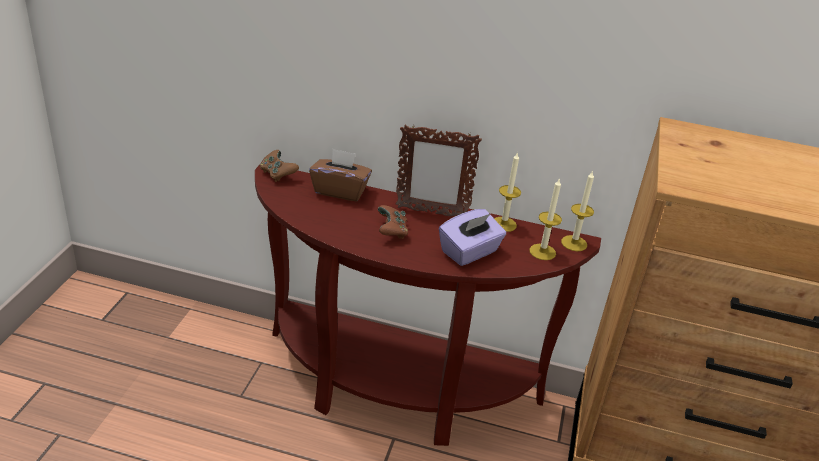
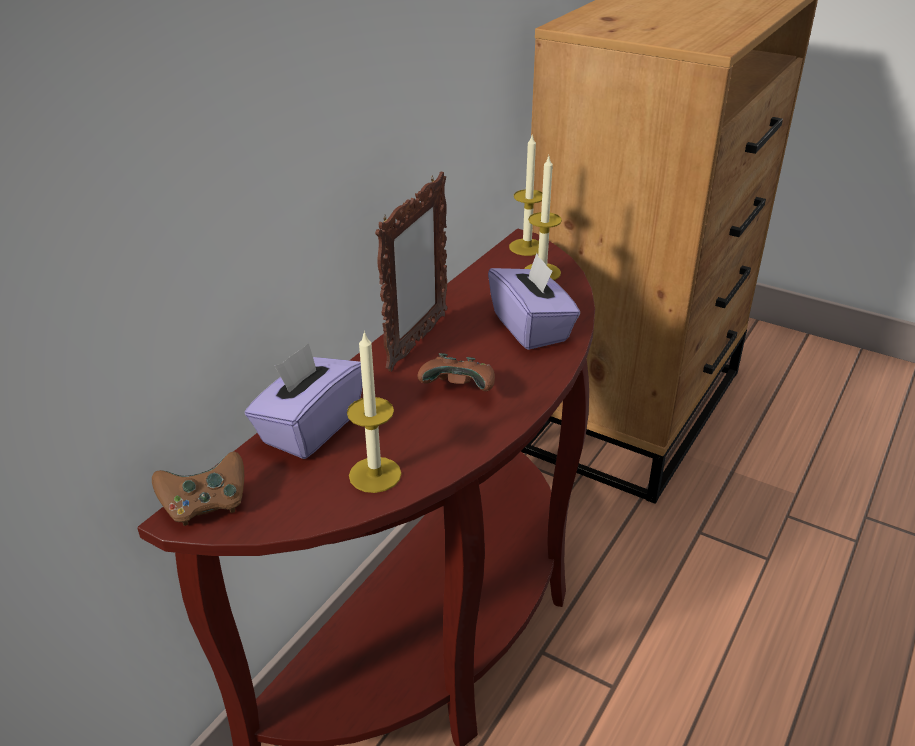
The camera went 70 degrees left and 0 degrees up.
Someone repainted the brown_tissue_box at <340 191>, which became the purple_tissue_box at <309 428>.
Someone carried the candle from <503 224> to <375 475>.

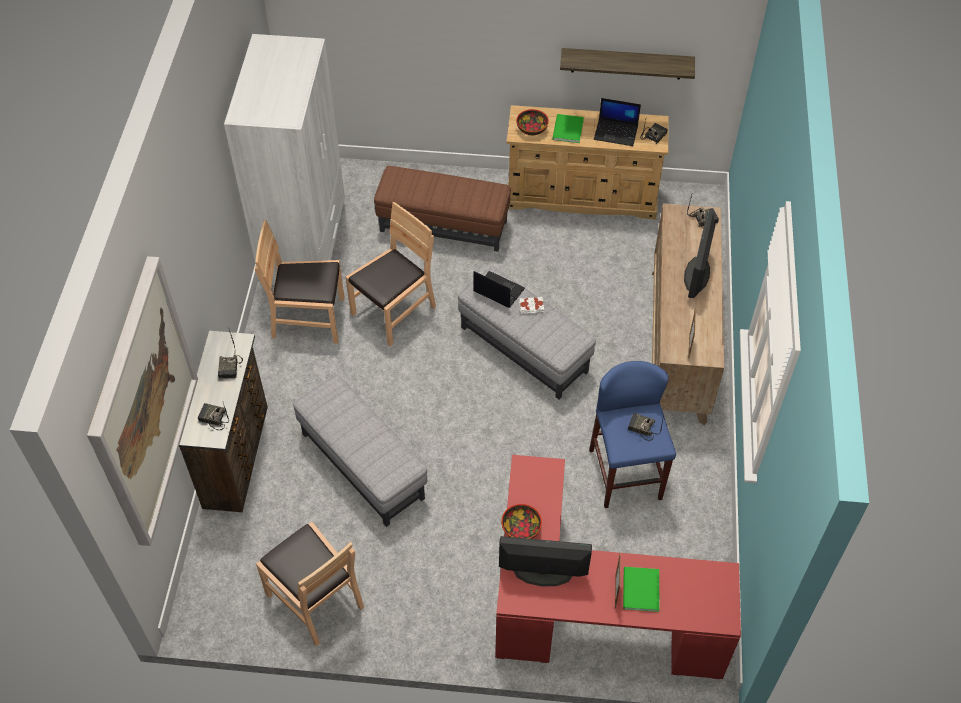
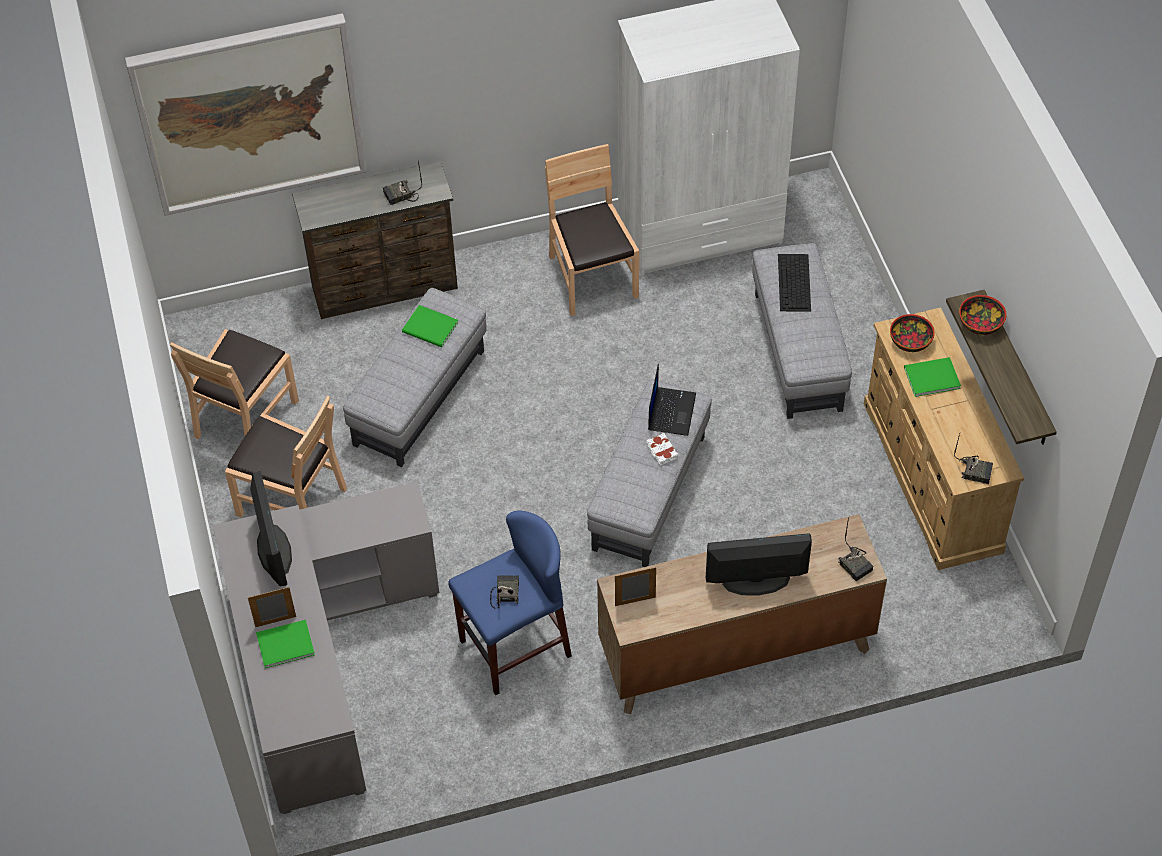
The camera went 70 degrees right and 0 degrees up.
Someone took away the laptop at <616 132>.
Someone repainted the brown_ottoman at <443 226>, which became the grey_ottoman at <798 351>.
Someone carried the brown_chair from <394 311> to <292 500>.
Someone took away the radio at <213 419>.
Someone repainted the red_desk at <587 612>, which became the grey_desk at <319 662>.
Someone carried the bowl from <521 529> to <980 323>.
Someone put down the keyboard at <794 283>.
Someone put down the green_book at <431 329>.

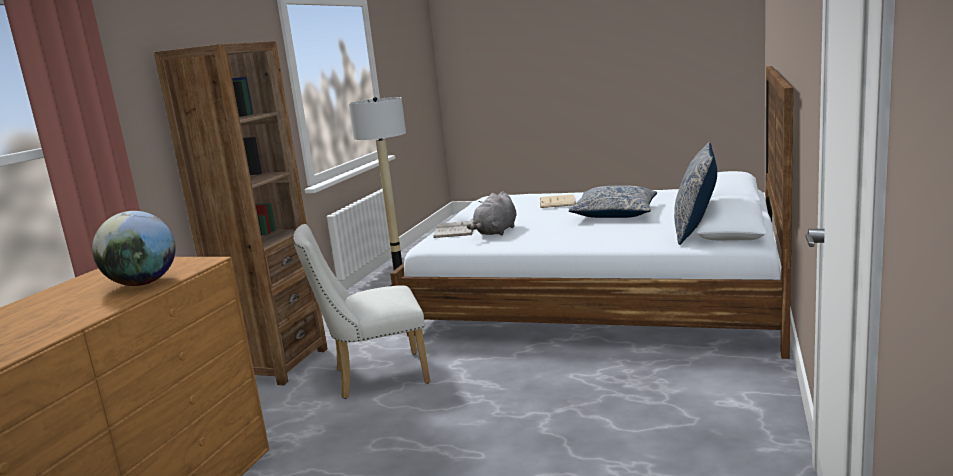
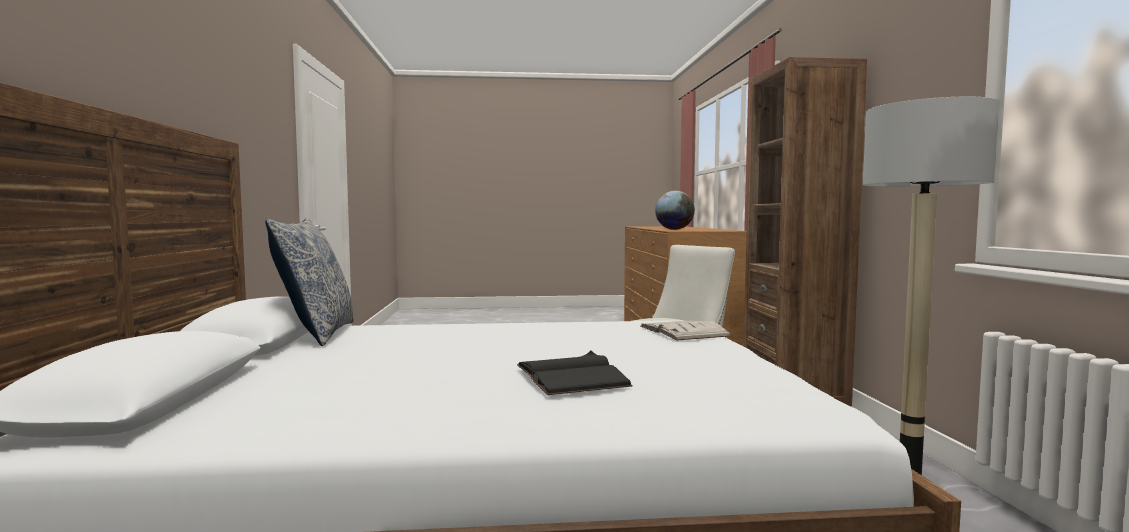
The camera went 155 degrees right and 10 degrees down.
Someone took away the pillow at <615 213>.
Someone took away the grey_plush_toy at <496 232>.
Someone repainted the beige_book at <557 202>, which became the black_book at <571 375>.

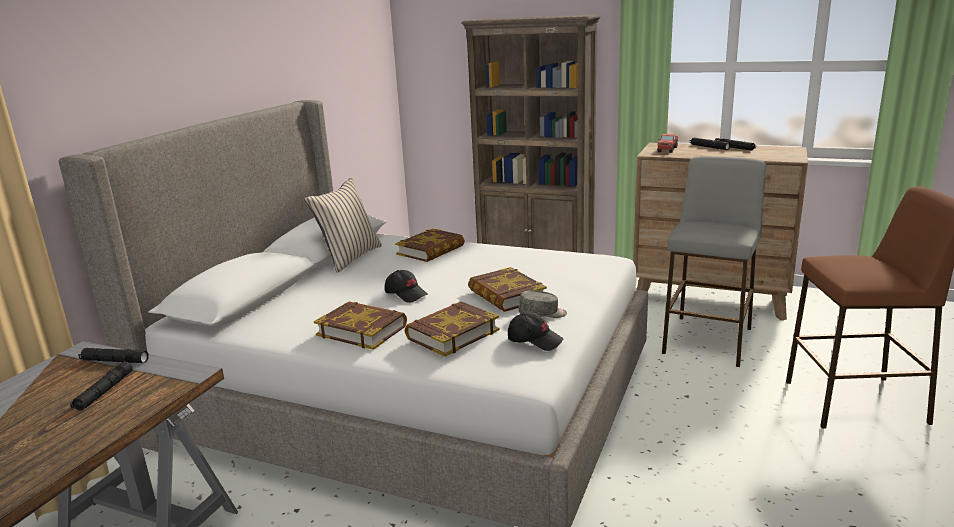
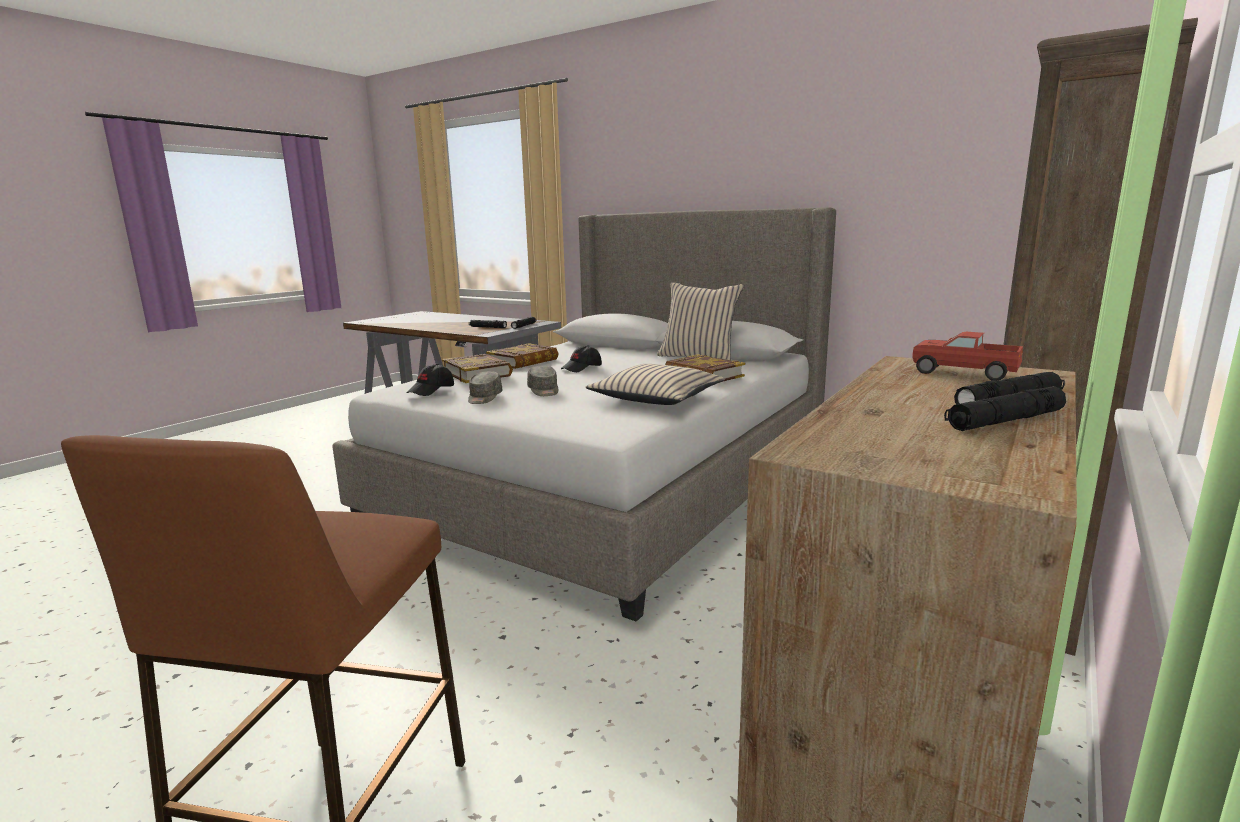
The camera went 100 degrees right and 5 degrees down.
Someone took away the grey_stool at <708 340>.
Someone swapped the book at <506 295> for the grey_cap at <544 391>.
Someone put down the beige_pillow at <656 398>.

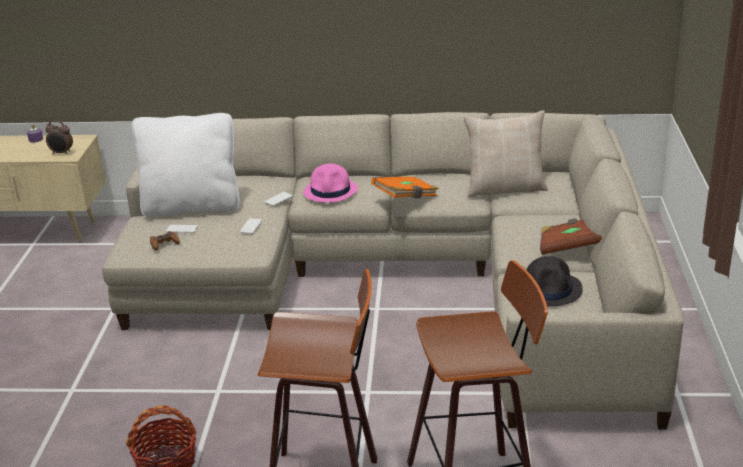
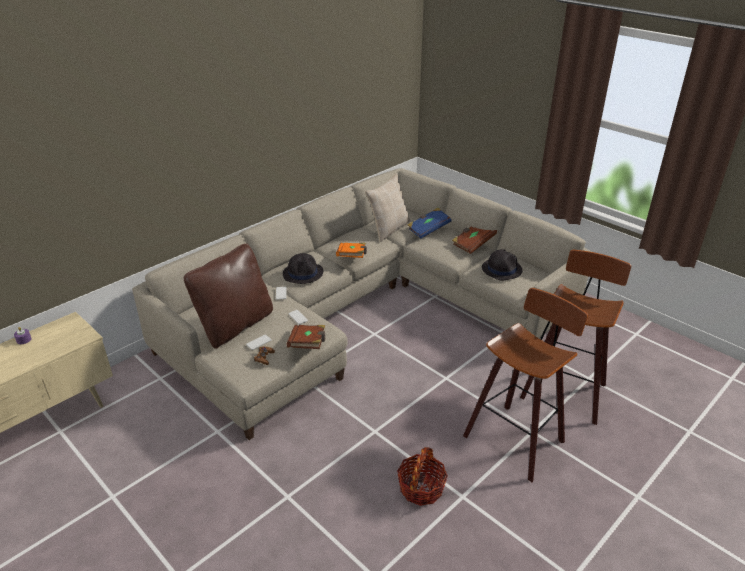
The camera went 50 degrees left and 5 degrees up.
Someone repainted the white_pillow at <192 206>, which became the brown_pillow at <235 325>.
Someone took away the alarm_clock at <61 153>.
Someone repainted the pink_hat at <331 191>, which became the black_hat at <303 273>.
Someone put down the blue_book at <428 230>.
Someone put down the brown_book at <308 344>.

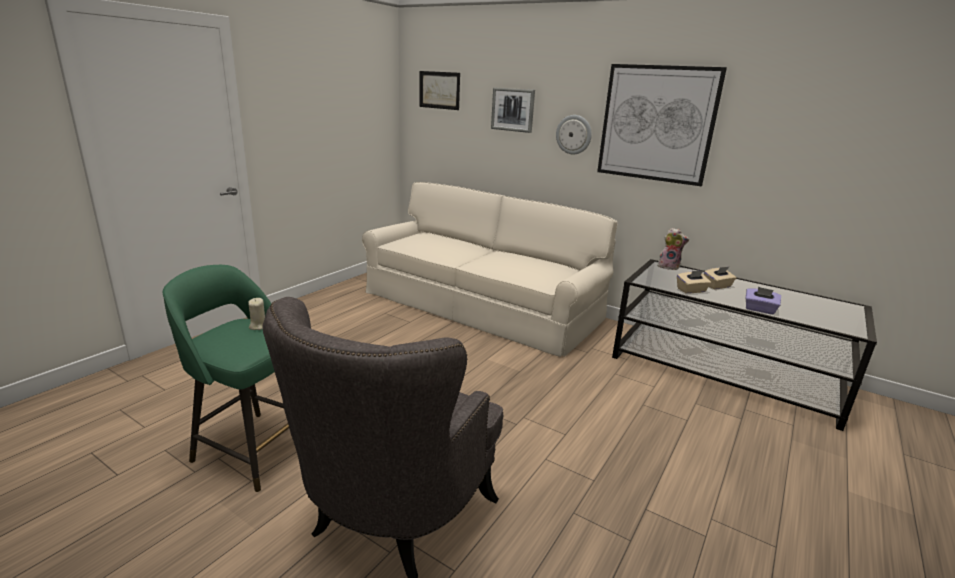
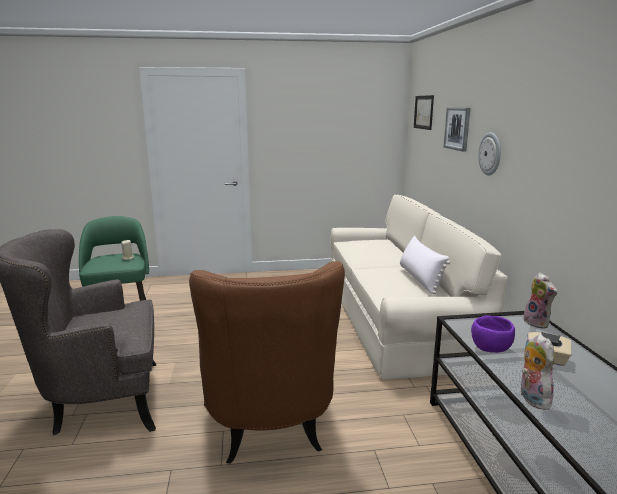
The camera went 50 degrees right and 5 degrees down.
Someone took away the picture at <657 124>.
Someone swapped the beige_tissue_box at <691 290> for the purple_bowl at <492 349>.
Someone swapped the purple_tissue_box at <759 309> for the plush_toy at <531 398>.
Someone put down the white_pillow at <420 279>.
Someone put down the brown_armchair at <270 429>.

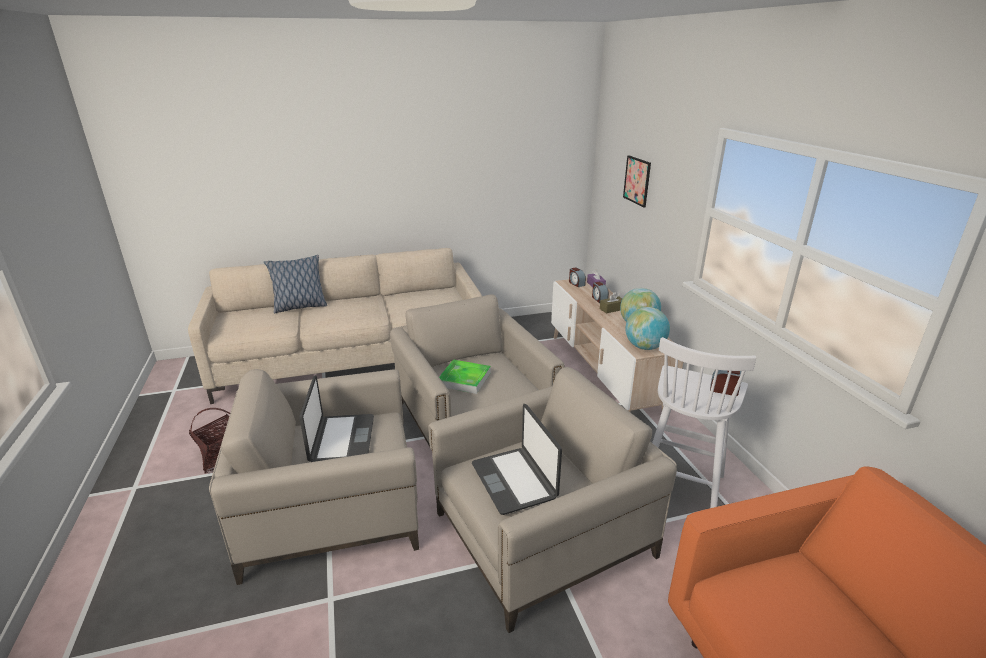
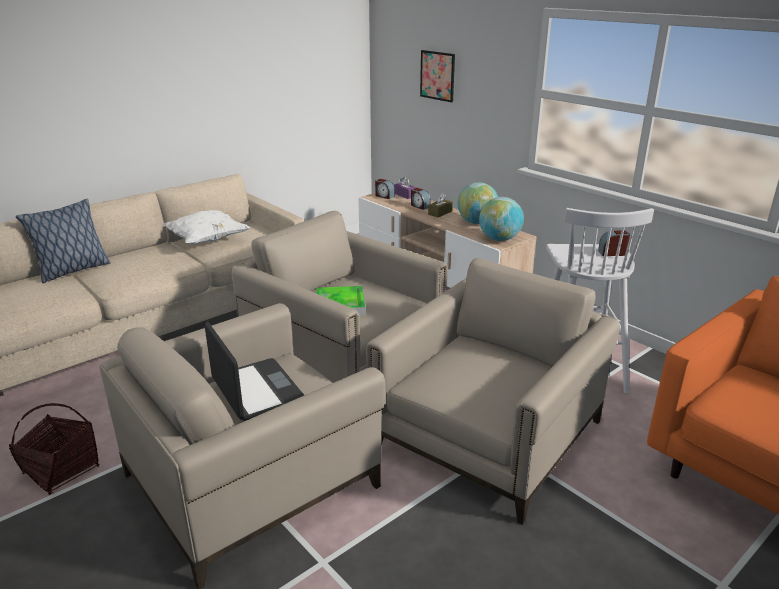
The camera went 25 degrees left and 0 degrees up.
Someone took away the laptop at <514 480>.
Someone put down the white_pillow at <207 240>.

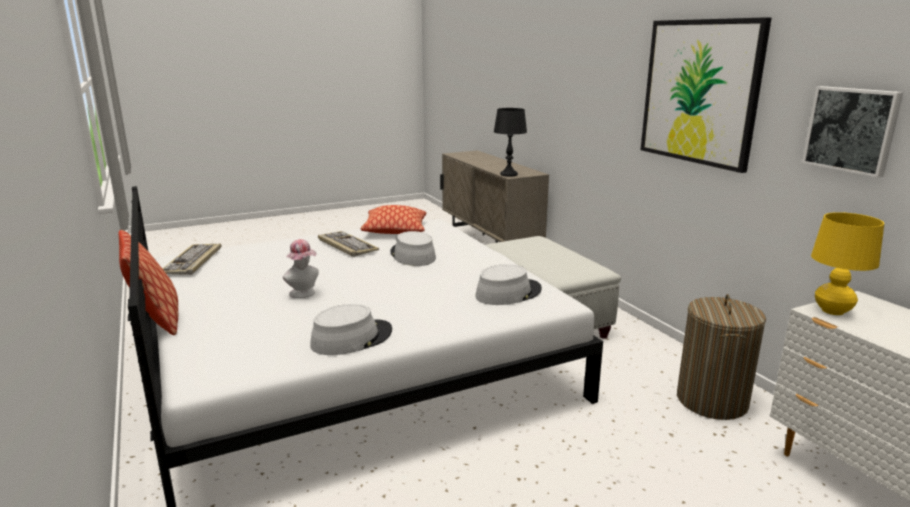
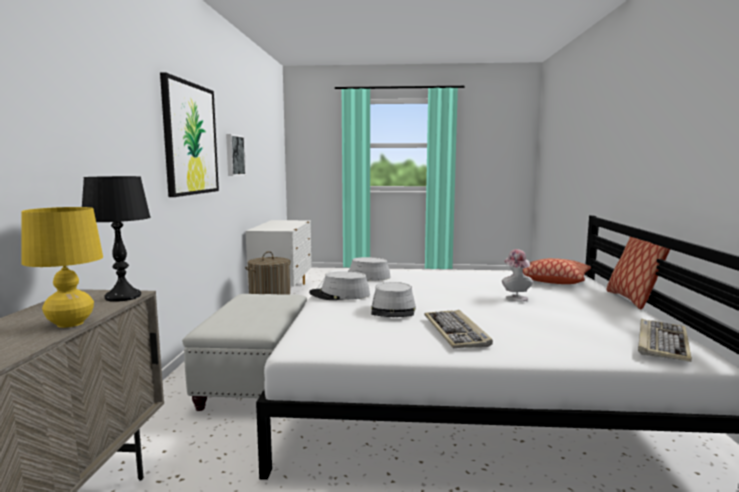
The camera went 150 degrees left and 10 degrees down.
Someone carried the pillow from <395 230> to <554 280>.
Someone carried the yellow_table_lamp from <832 311> to <70 323>.
Someone carried the grey_hat from <351 338> to <339 295>.

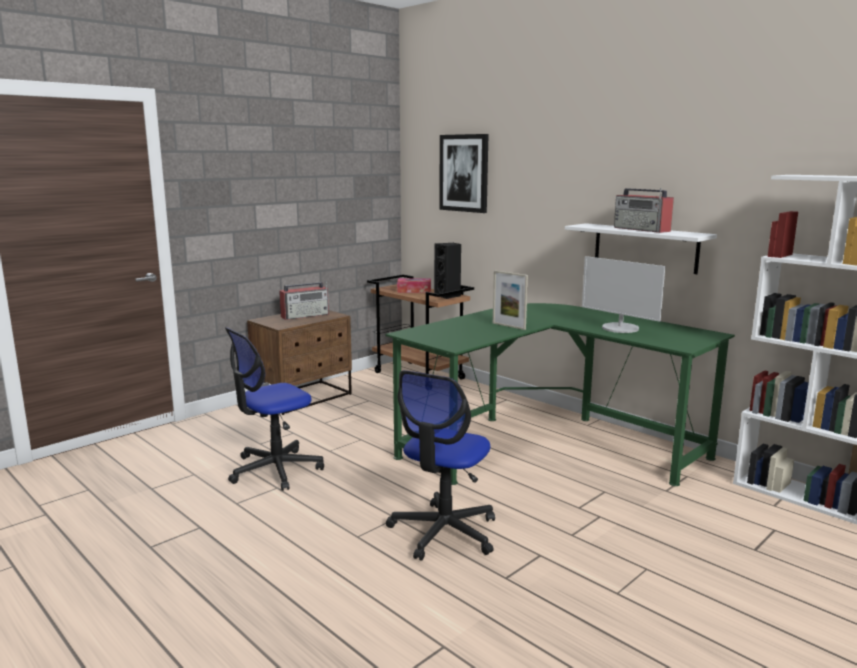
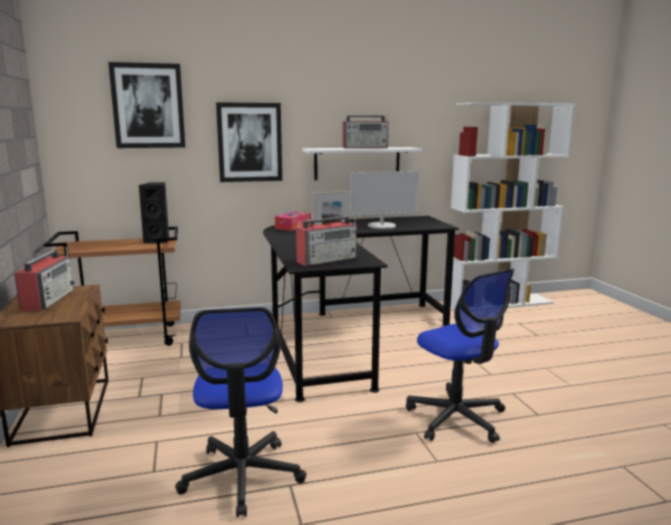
The camera went 60 degrees left and 0 degrees up.
Someone carried the tissue_box from <414 291> to <293 226>.
Someone repainted the green_desk at <547 443>, which became the black_desk at <346 337>.
Someone put up the picture at <249 142>.
Someone put down the radio at <327 260>.

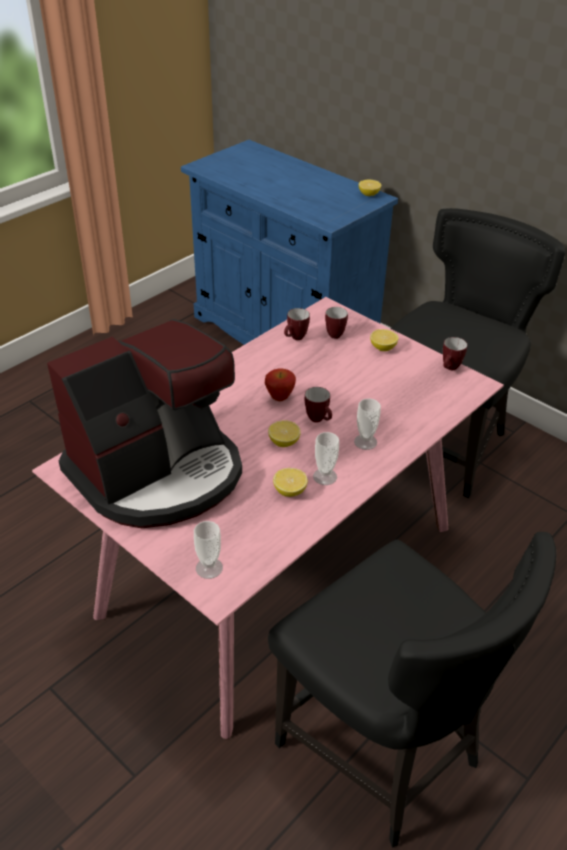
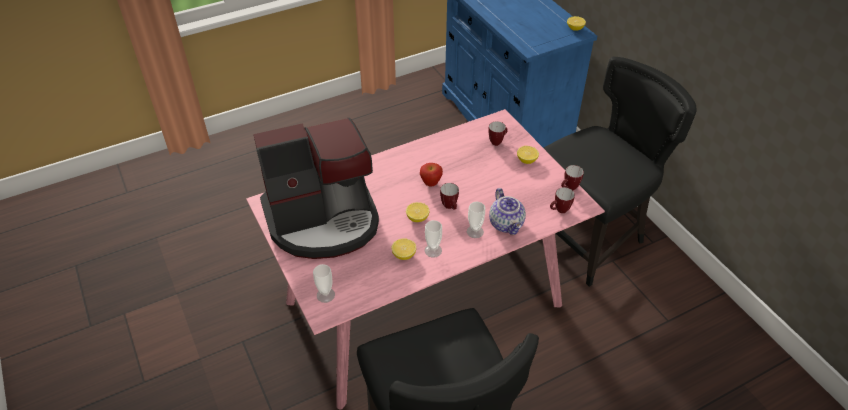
The camera went 20 degrees right and 5 degrees up.
Someone carried the mug from <295 338> to <559 211>.
Someone put down the teapot at <507 224>.

